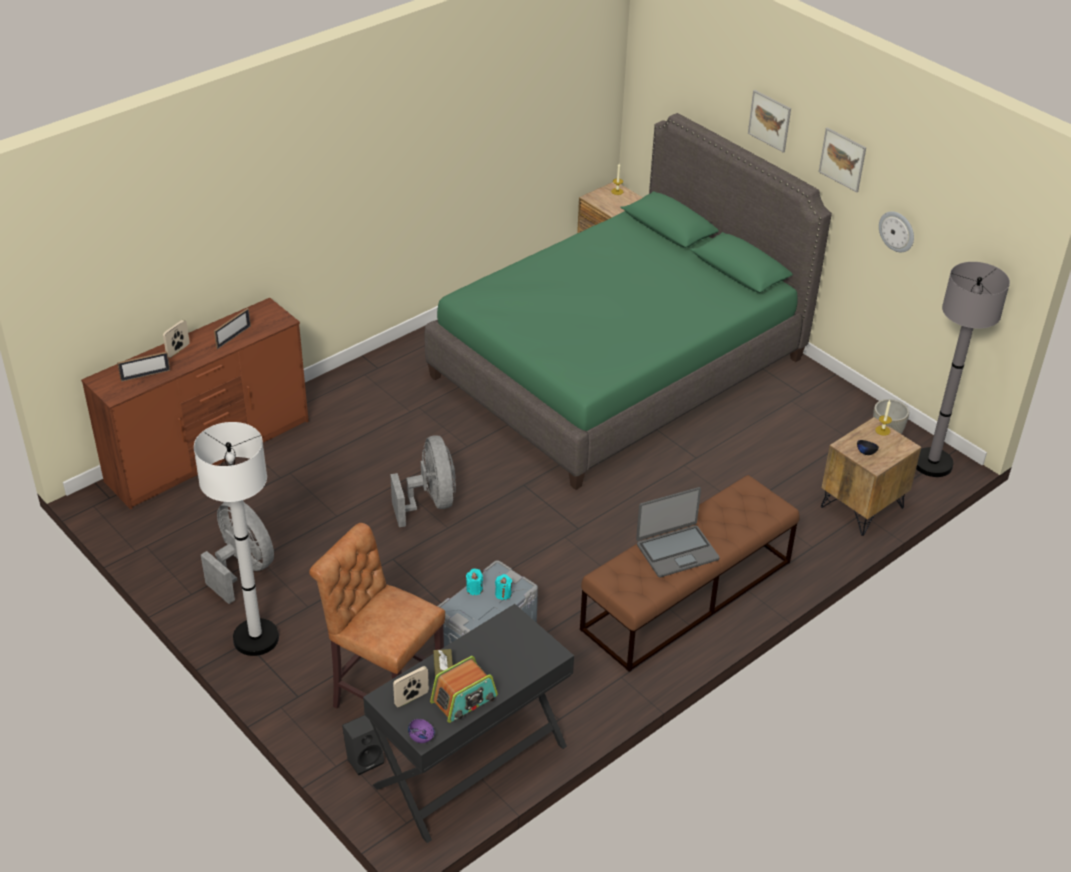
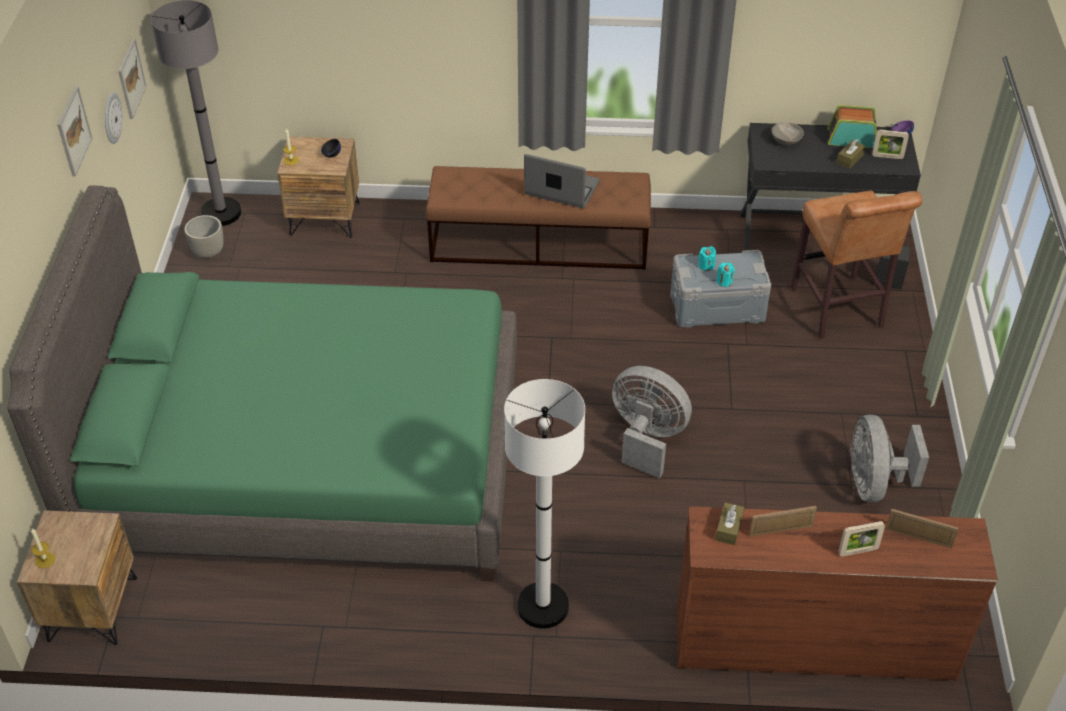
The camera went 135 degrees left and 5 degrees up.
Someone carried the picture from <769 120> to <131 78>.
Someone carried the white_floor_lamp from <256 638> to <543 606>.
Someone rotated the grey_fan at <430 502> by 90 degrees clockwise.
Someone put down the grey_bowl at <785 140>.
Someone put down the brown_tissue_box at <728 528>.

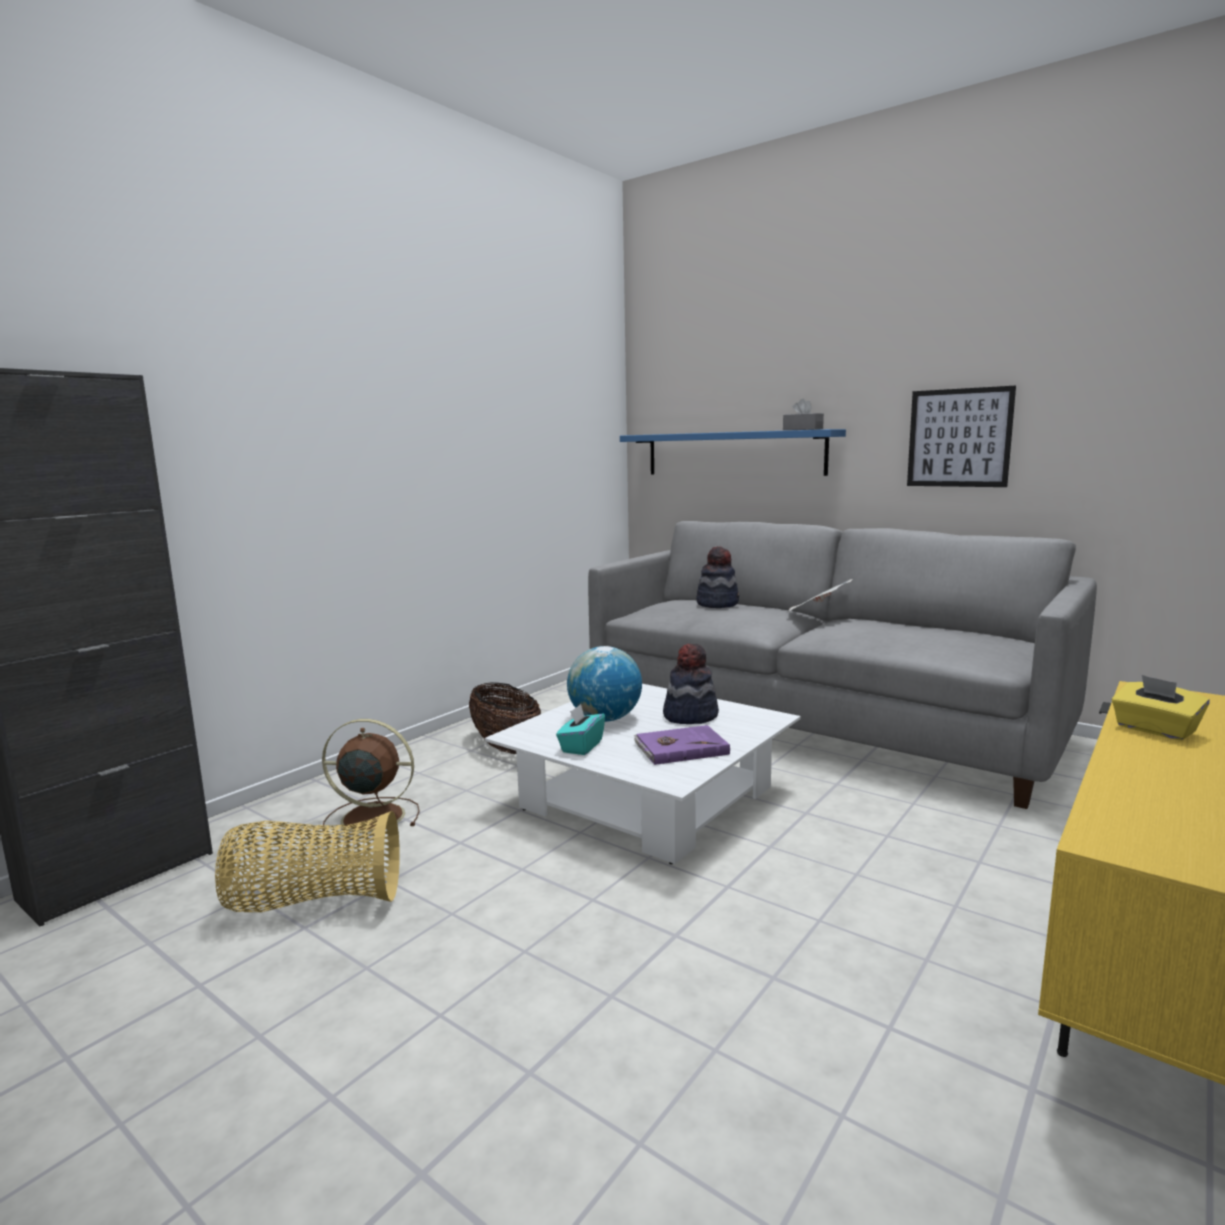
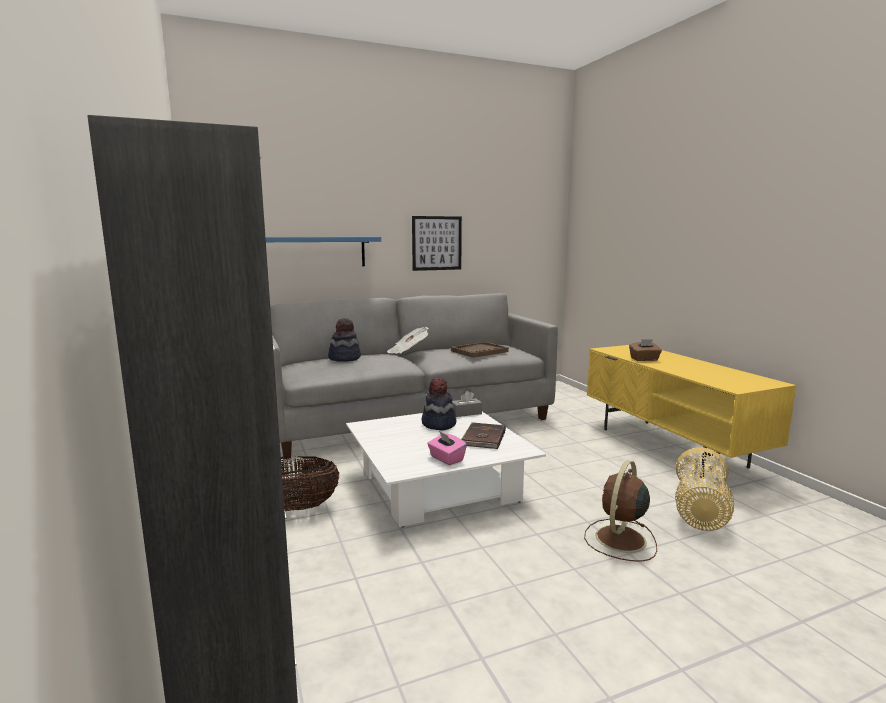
The camera went 60 degrees left and 0 degrees up.
Someone carried the grey_tissue_box from <802 429> to <466 413>.
Someone took away the globe at <605 719>.
Someone repainted the yellow_tissue_box at <1154 730>, which became the brown_tissue_box at <644 359>.
Someone repainted the turquoise_tissue_box at <581 746>, which became the pink_tissue_box at <446 459>.
Someone carried the brown_fan from <370 817> to <620 540>.
Someone repainted the purple_book at <680 748>, which became the brown_book at <483 438>.
Someone carried the basket from <313 901> to <700 512>.
Someone put down the brown_tray at <479 351>.

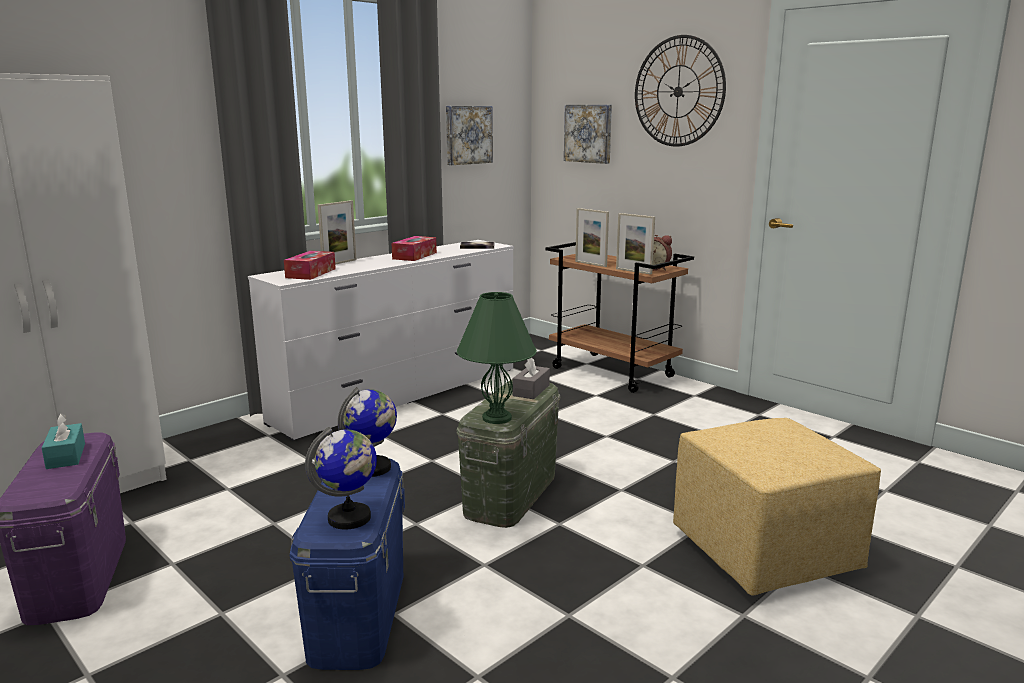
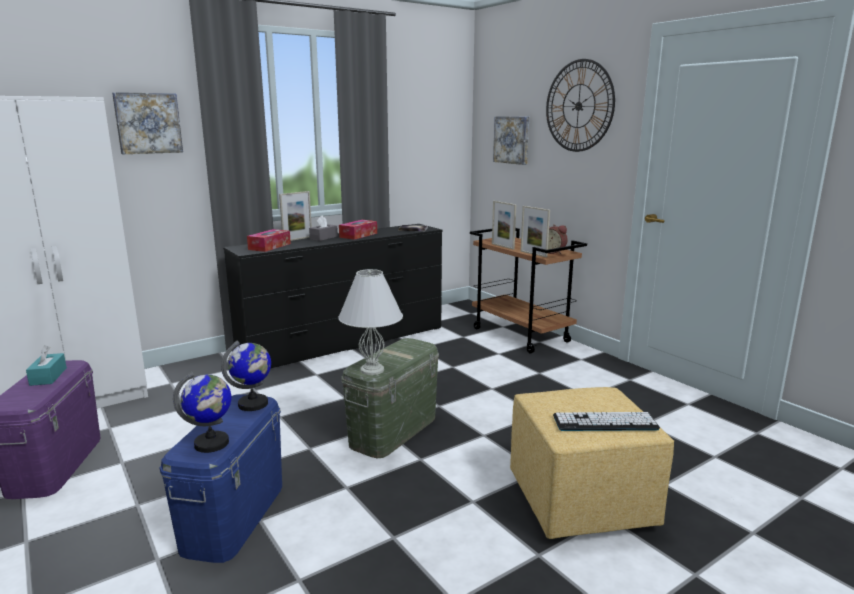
The camera went 10 degrees right and 0 degrees up.
Someone carried the picture from <467 135> to <148 123>.
Someone repainted the white_dresser at <400 395>, which became the black_dresser at <345 343>.
Someone repainted the green_table_lamp at <496 417>, which became the white_table_lamp at <372 370>.
Someone carried the grey_tissue_box from <531 390> to <323 238>.
Someone put down the keyboard at <605 422>.

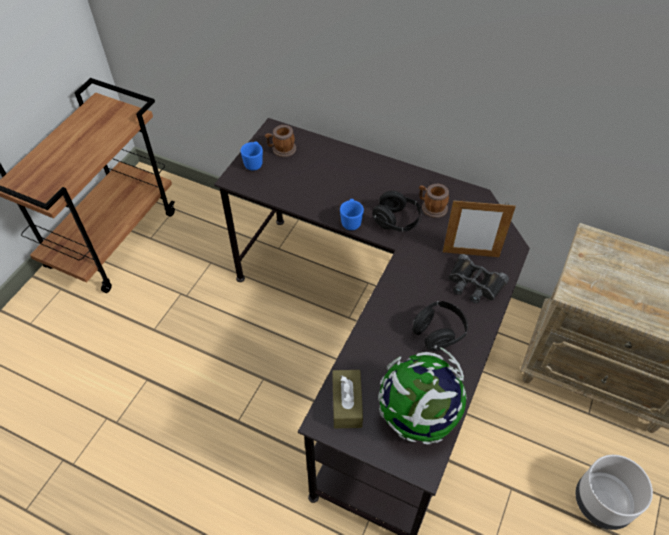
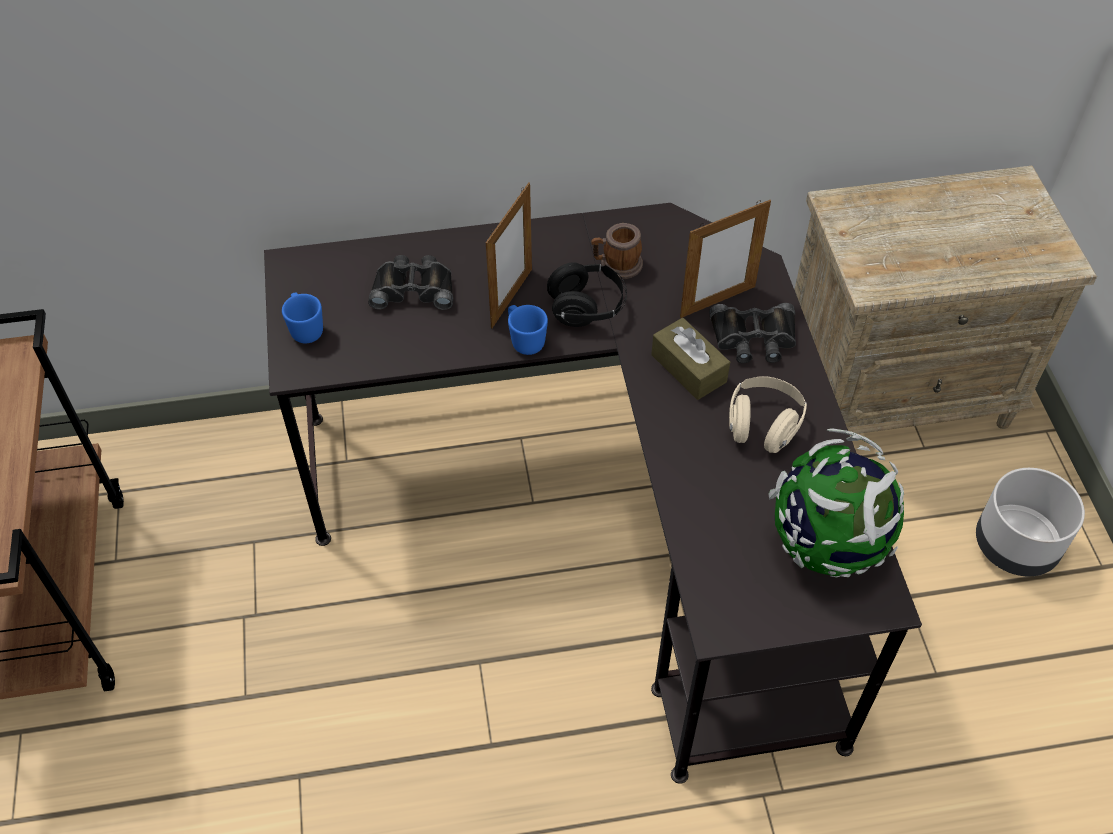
The camera went 35 degrees left and 0 degrees up.
Someone took away the mug at <281 149>.
Someone repainted the black_headphones at <438 332>, which became the beige_headphones at <763 425>.
Someone carried the brown_tissue_box from <347 403> to <688 368>.
Someone put down the picture_frame at <511 298>.
Someone put down the black_binoculars at <413 288>.

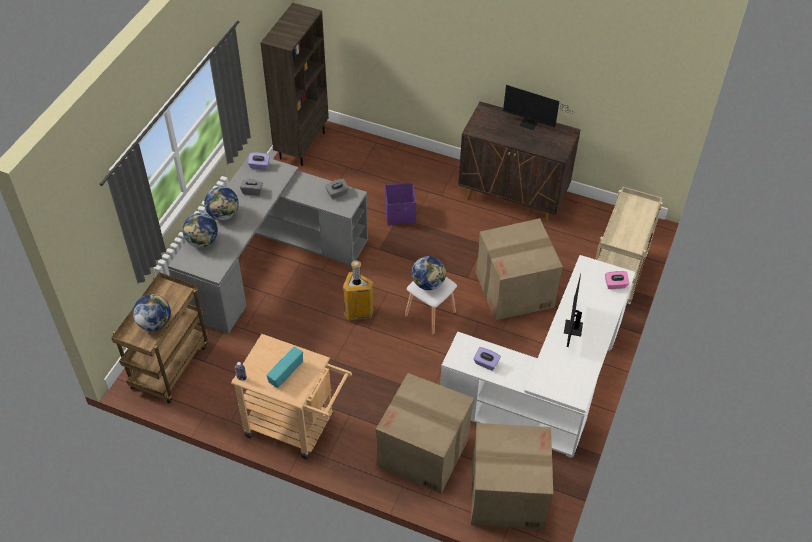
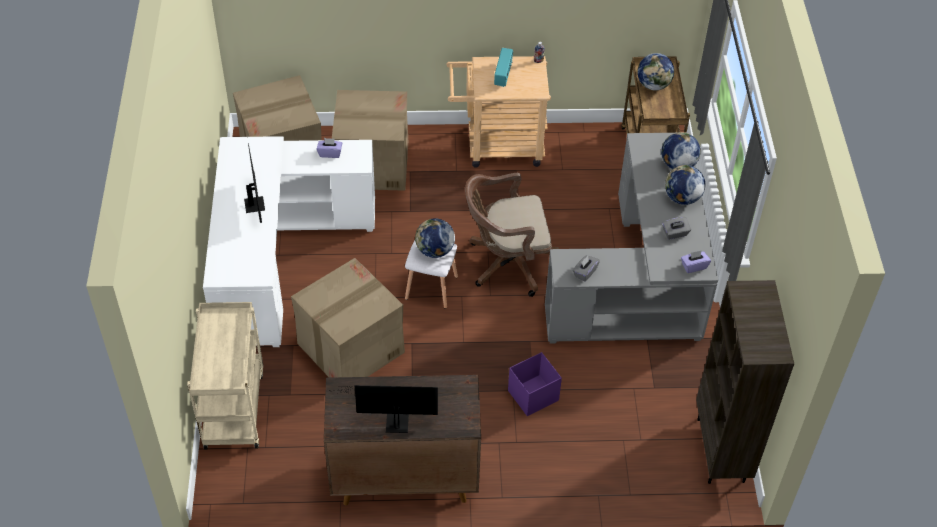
The camera went 155 degrees right and 0 degrees up.
Someone swapped the trash_can at <358 312> for the brown_office_chair at <507 263>.
Someone took away the pink_tissue_box at <615 285>.

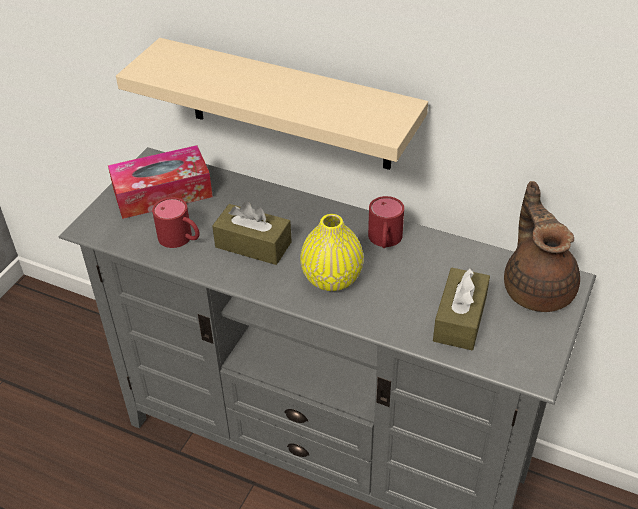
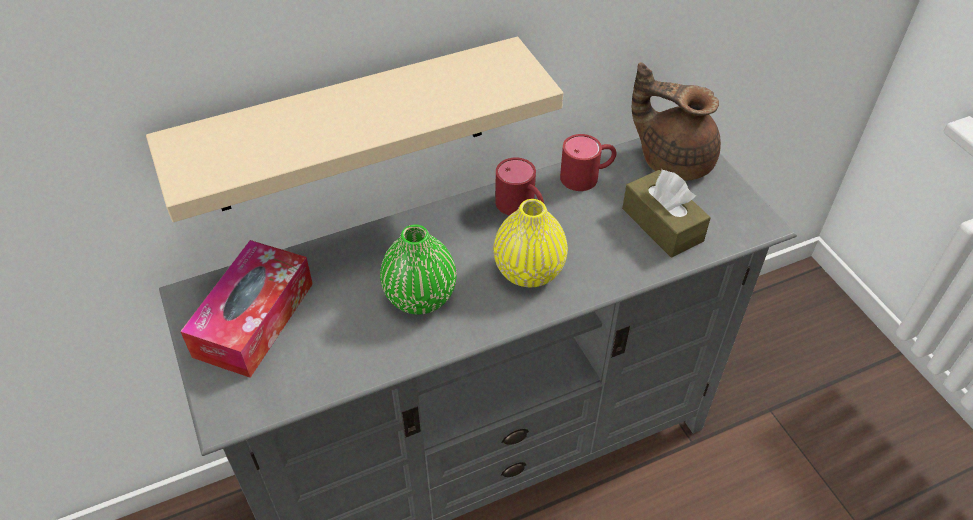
The camera went 50 degrees left and 5 degrees up.
Someone carried the red_mug from <181 239> to <587 176>.
Someone swapped the brown_tissue_box at <253 245> for the green_vase at <420 296>.

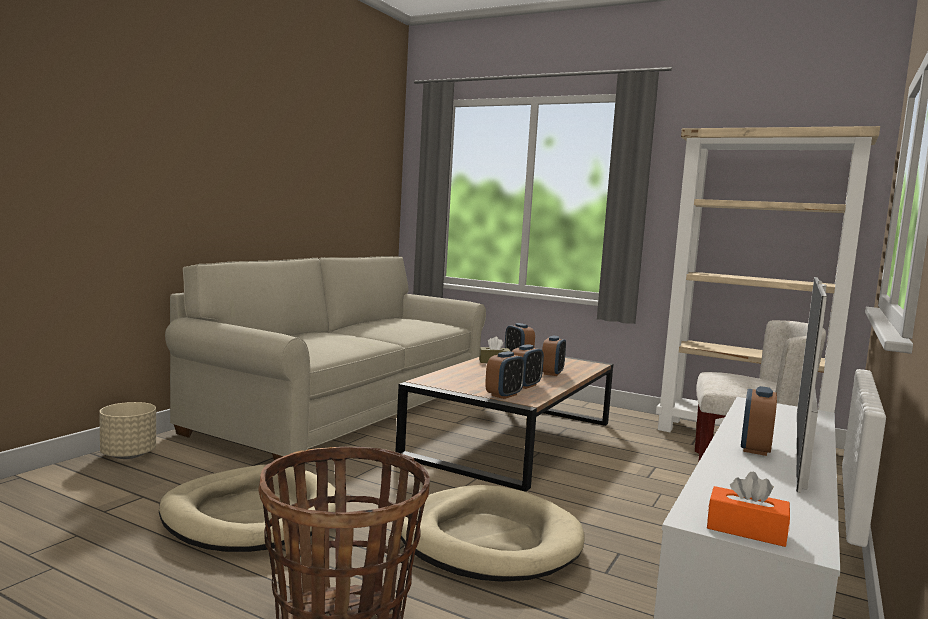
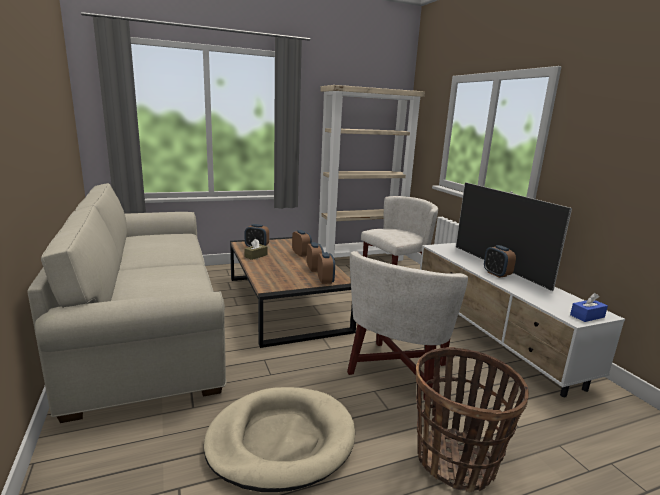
The camera went 50 degrees left and 10 degrees up.
Someone took away the beige_planter at <128 455>.
Someone repainted the orange_tissue_box at <746 530>, which became the blue_tissue_box at <587 316>.
Someone swapped the beige_dog_bed at <488 540> for the white_armchair at <398 370>.

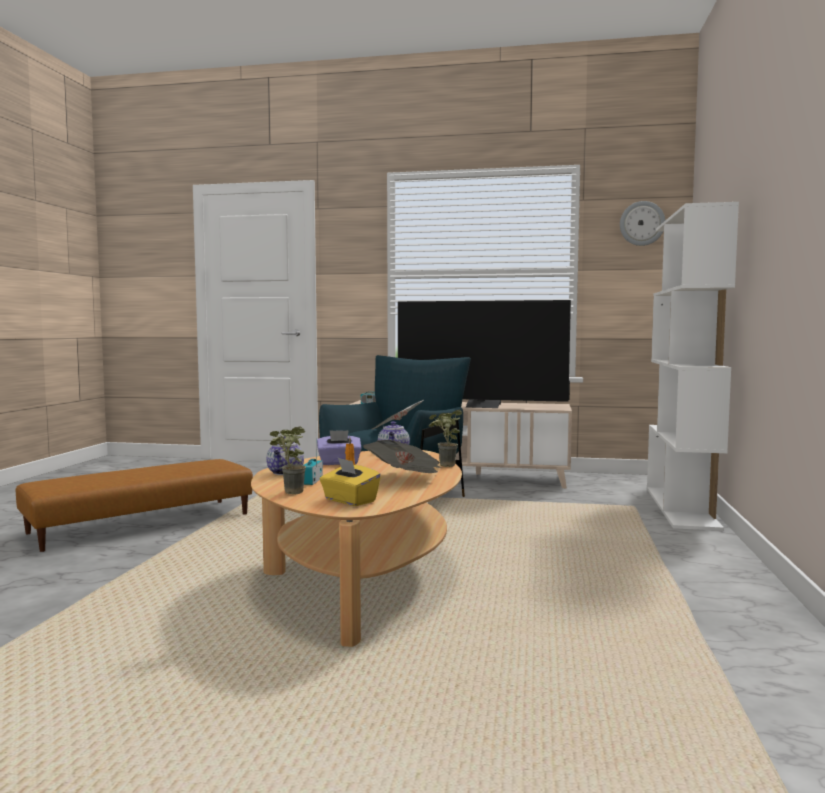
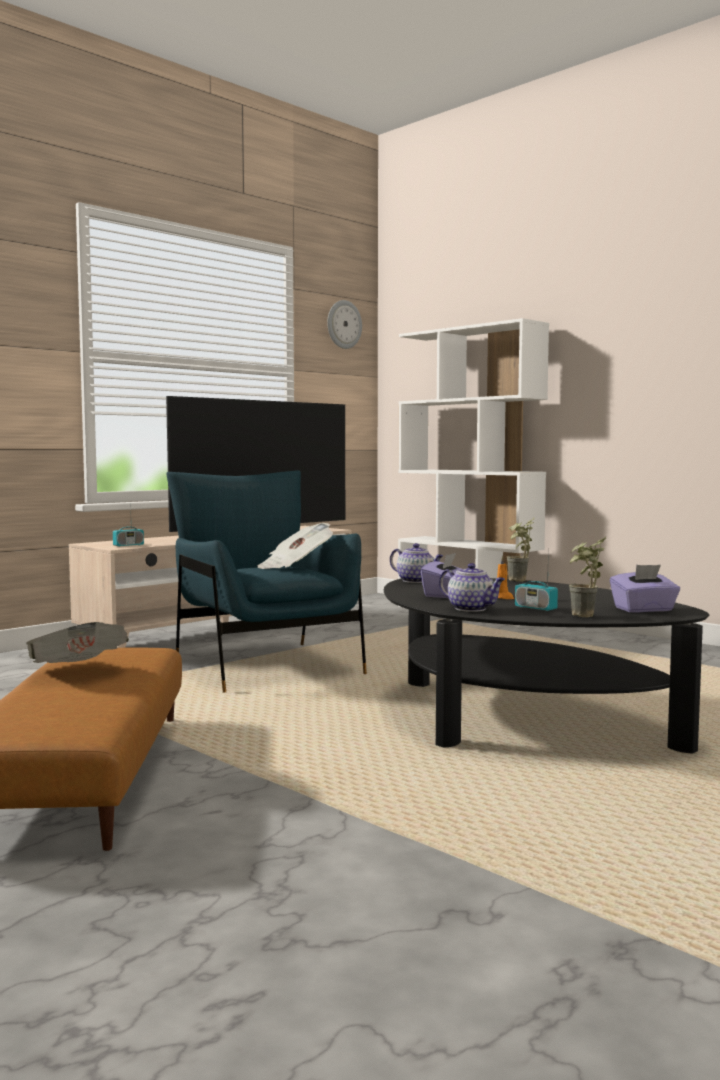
The camera went 55 degrees left and 0 degrees up.
Someone carried the newspaper from <405 479> to <79 672>.
Someone repainted the beige_coffee_table at <363 579>, which became the black_coffee_table at <518 719>.
Someone repainted the yellow_tissue_box at <349 501>, which became the purple_tissue_box at <644 609>.

